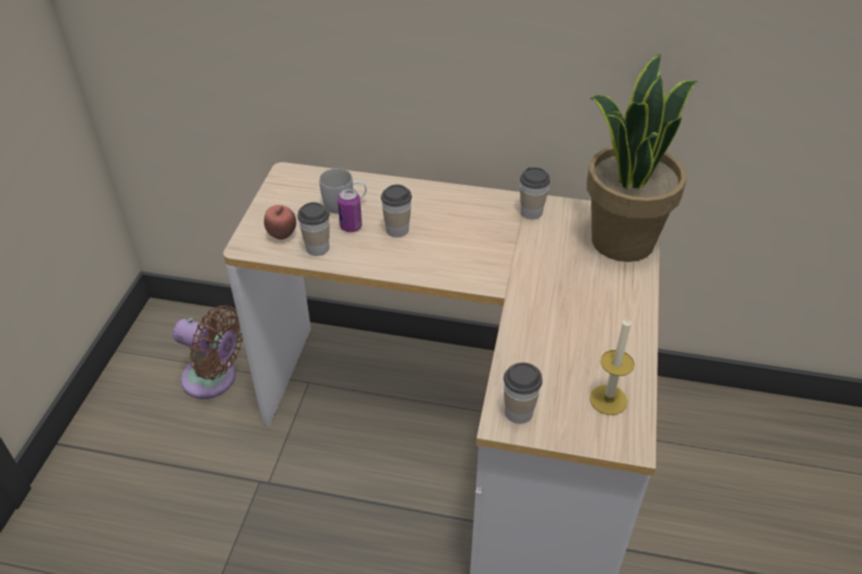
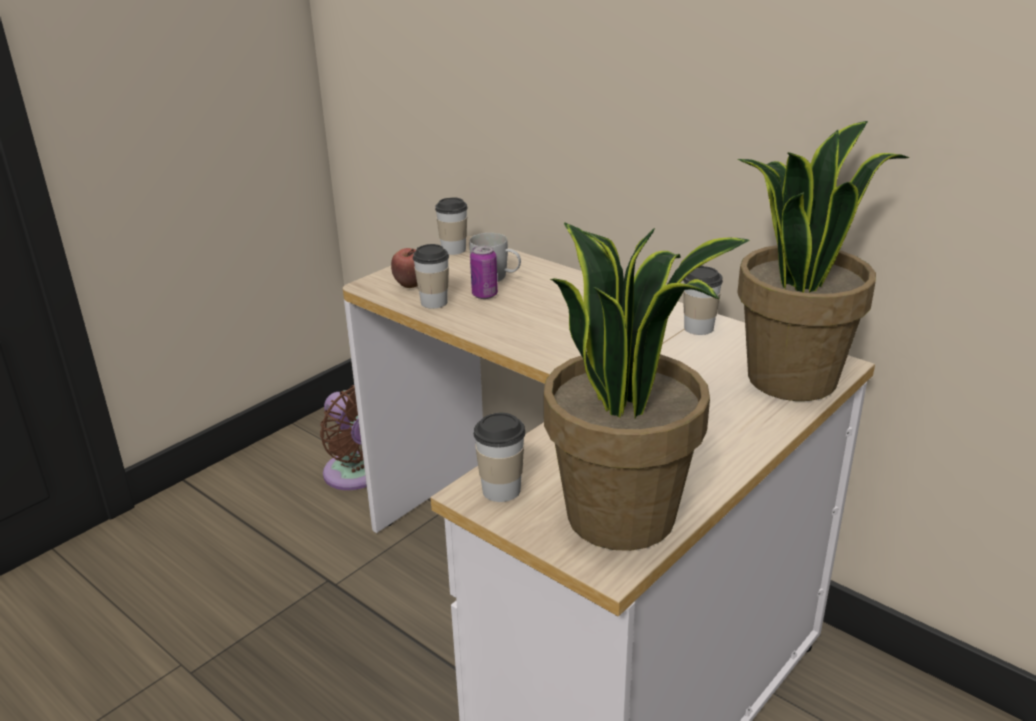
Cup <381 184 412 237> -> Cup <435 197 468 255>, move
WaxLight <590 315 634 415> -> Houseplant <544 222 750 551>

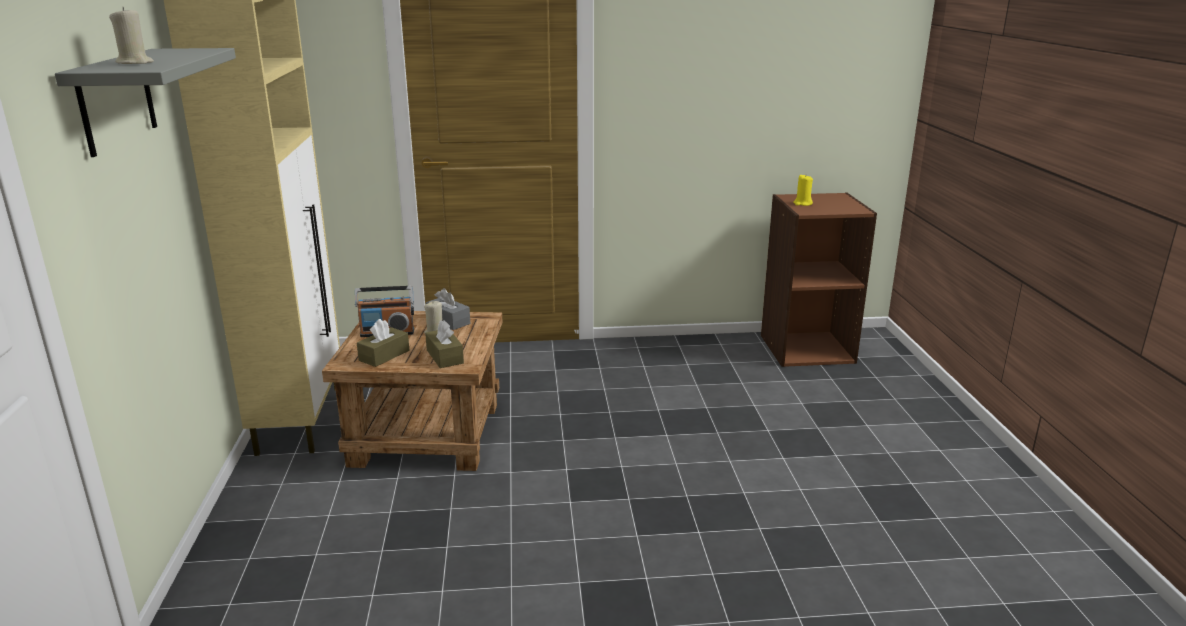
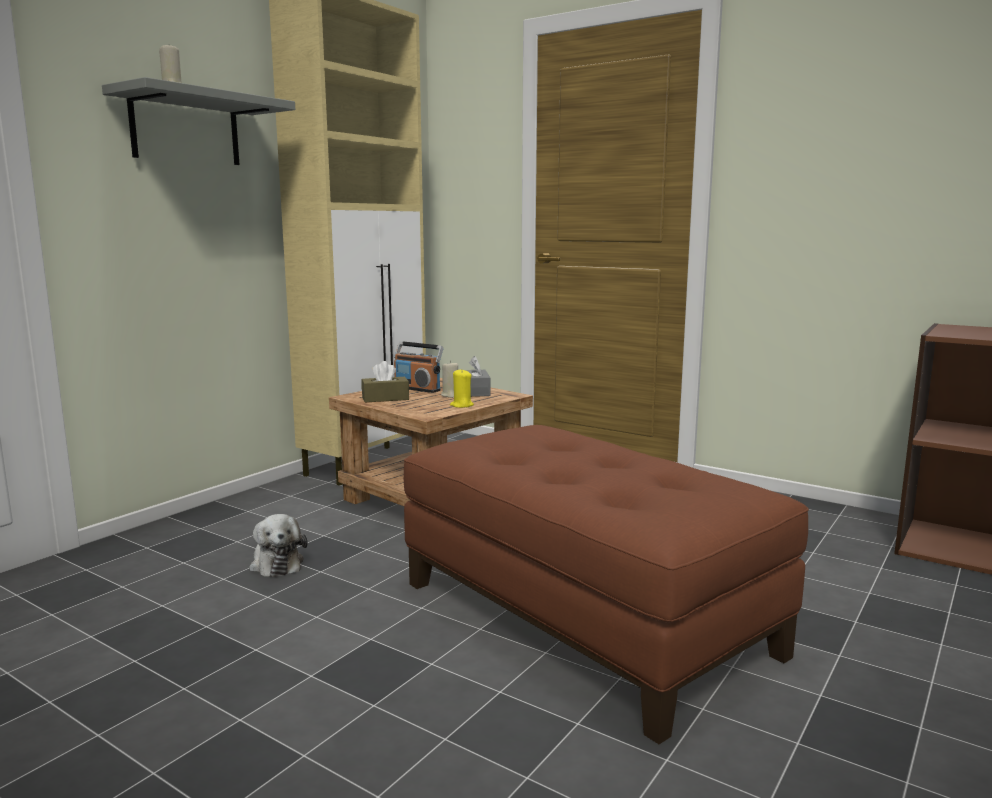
BrownTissueBox <425 321 464 368> -> none
none -> CuddlyToy <249 514 308 577>
none -> BrownOttoman <404 425 809 744>
YellowColouredWaxLight <794 175 813 206> -> YellowColouredWaxLight <450 369 474 408>, move

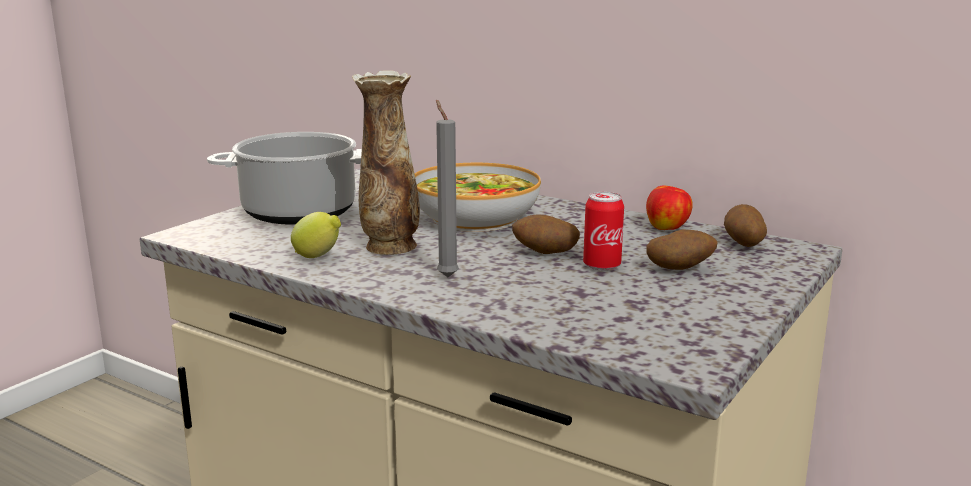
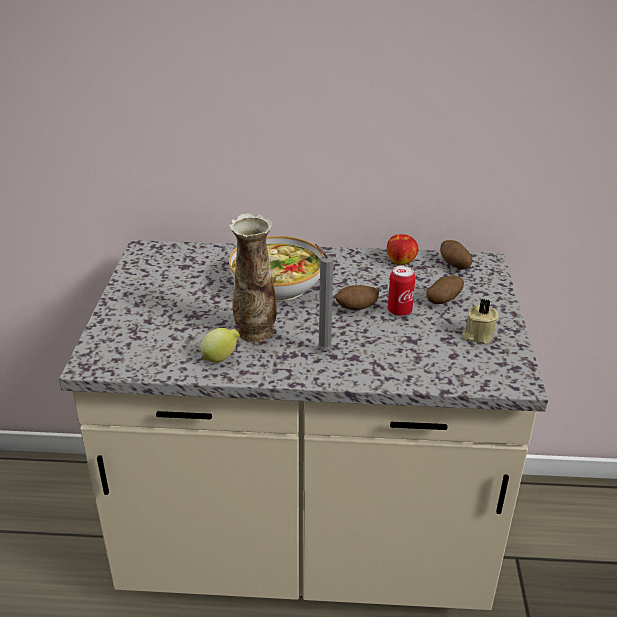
Stockpot <207 132 362 224> -> none
none -> BeigeWaxLight <462 298 498 344>

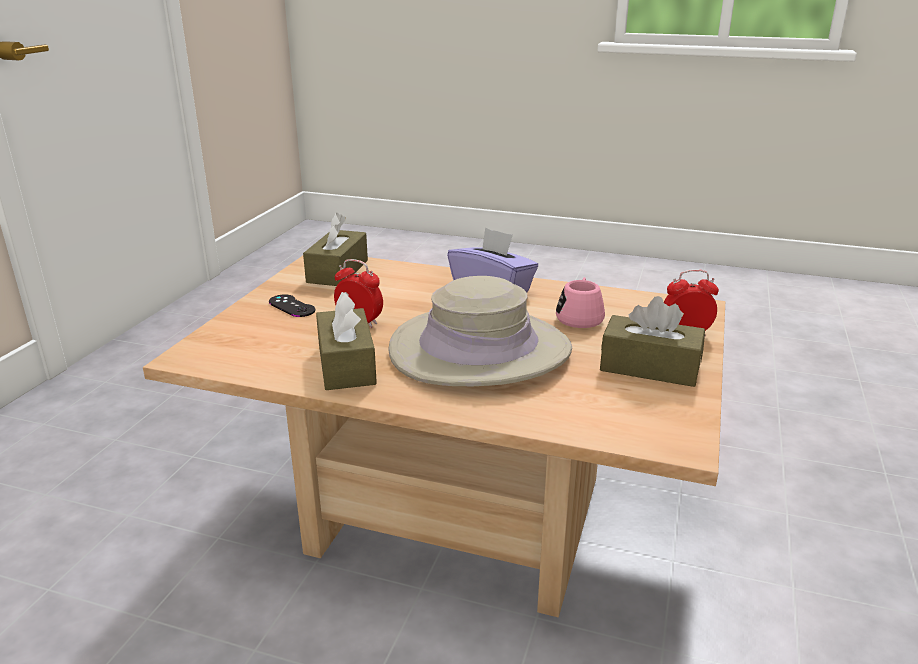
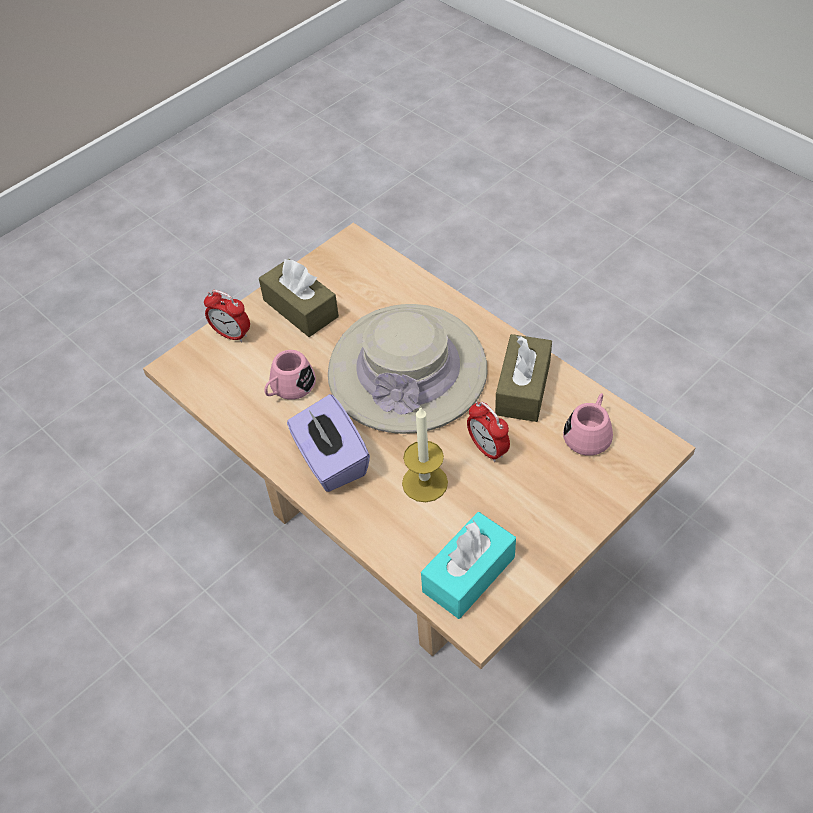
BlackColouredGameController <269 294 315 317> -> none
none -> WaxLight <402 406 448 502>
none -> PinkTeaMug <563 393 613 456>
BrownTissueBox <303 213 368 286> -> BlueGreenTissueBox <421 512 516 619>

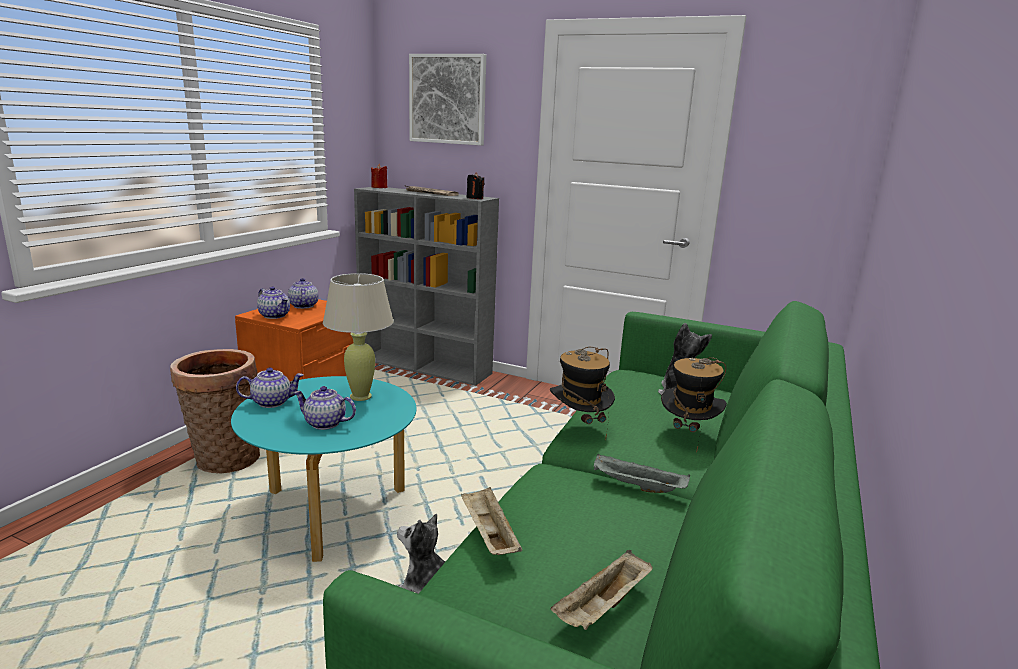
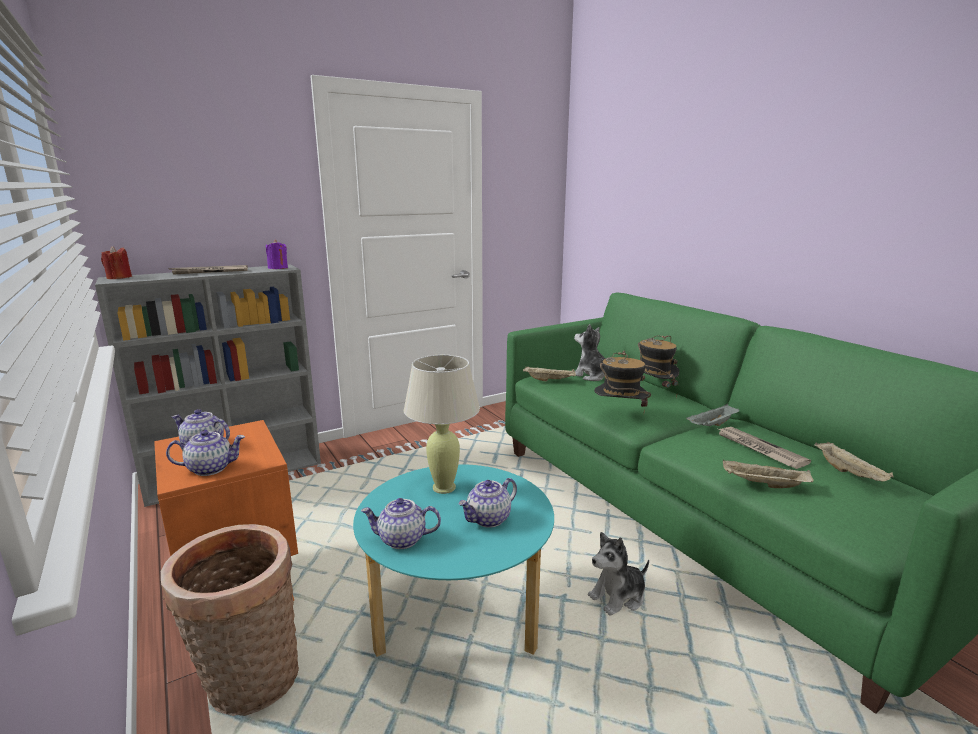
Picture <409 54 486 145> -> none
none -> BeigeServingTray <523 367 576 382>
none -> PrintedPaper <718 427 811 469>
BlackColouredWaxLight <466 173 485 199> -> PurpleColouredWaxLight <266 240 288 269>
Teapot <236 368 304 408> -> Teapot <361 498 441 549>, 105 degrees counterclockwise

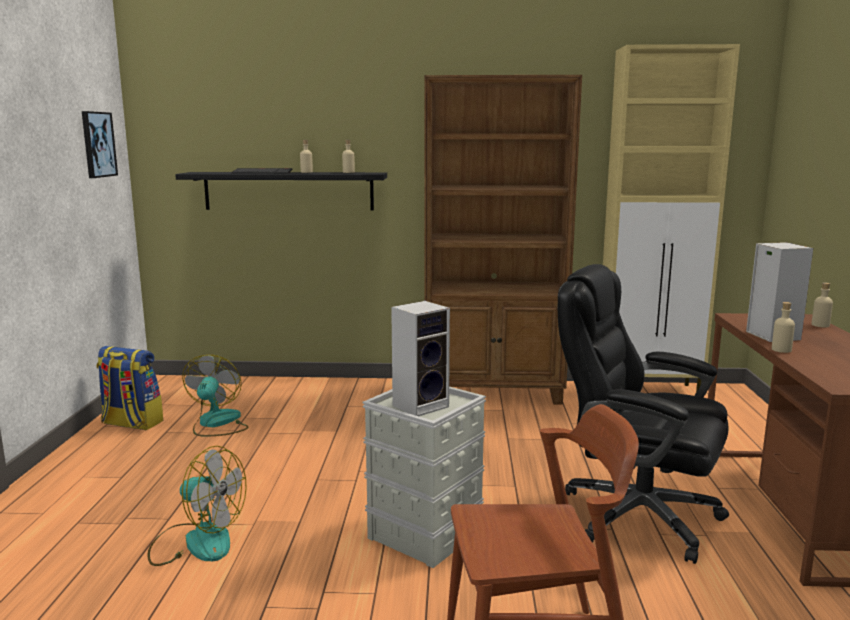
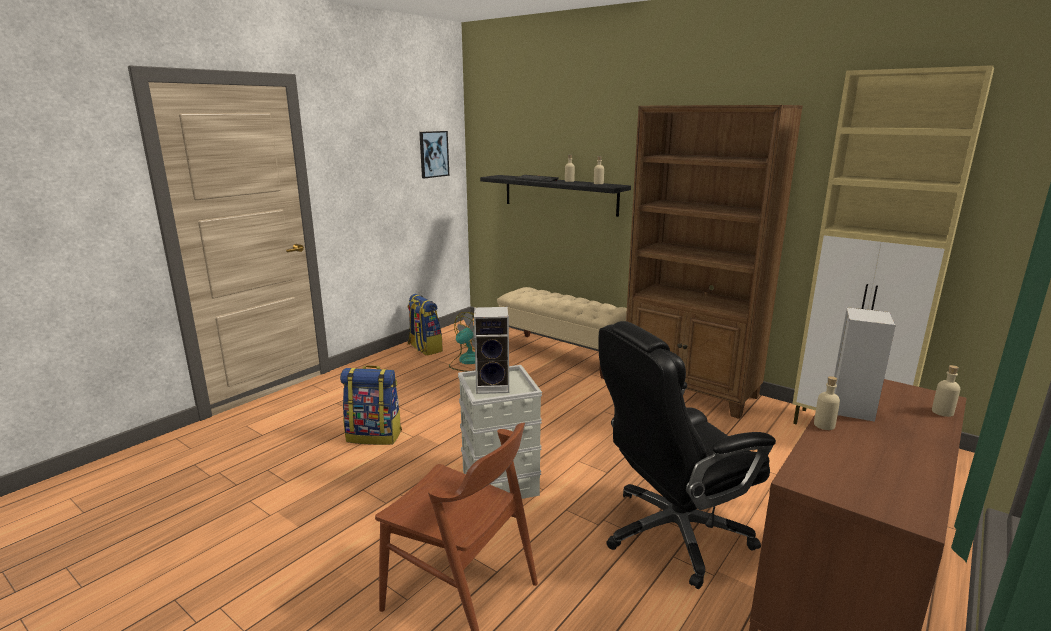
none -> BeigeIndoorBench <497 287 627 379>
ElectricFan <147 446 247 566> -> Backpack <340 365 402 445>
BlackColouredComputerChair <558 264 729 564> -> BlackColouredComputerChair <598 321 776 589>, 90 degrees counterclockwise

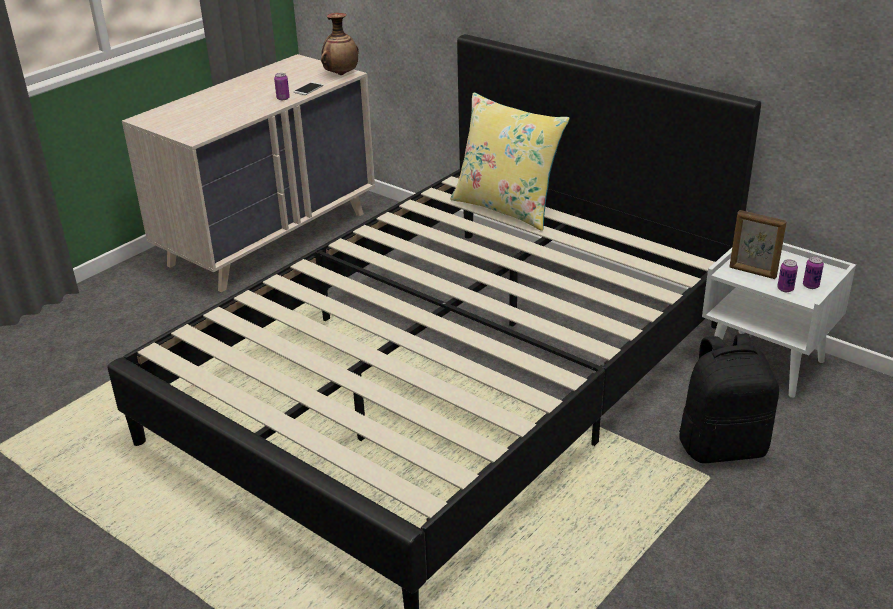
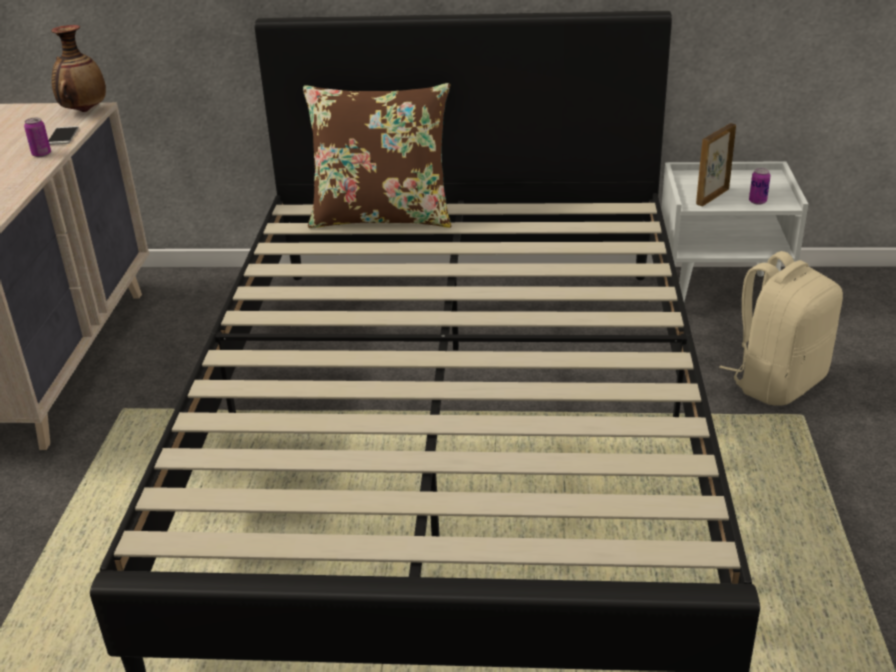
SealedCan <803 256 824 289> -> none
YellowColouredCushion <450 92 570 231> -> BrownCushion <303 83 451 229>
BlackColouredBackpack <679 334 779 463> -> BeigeBackpack <719 251 843 406>
PhotoFrame <730 210 787 279> -> PhotoFrame <696 123 736 206>, 135 degrees clockwise

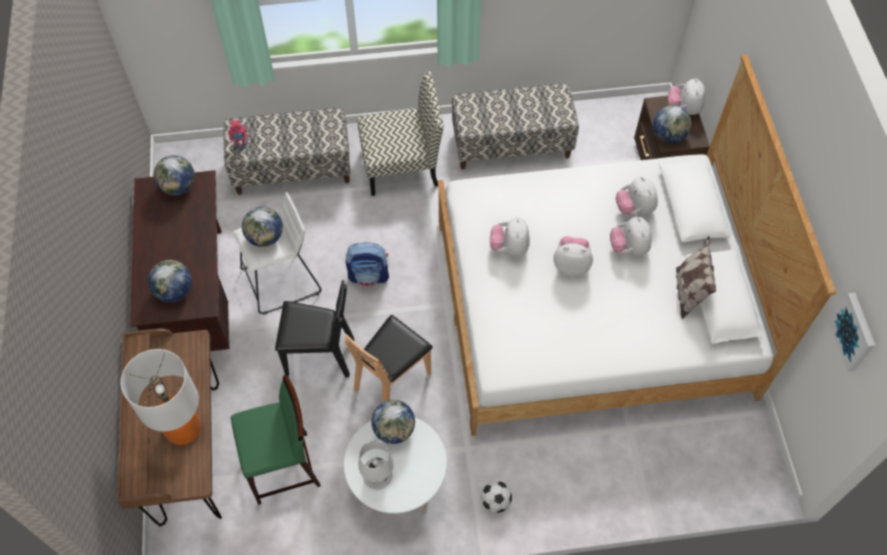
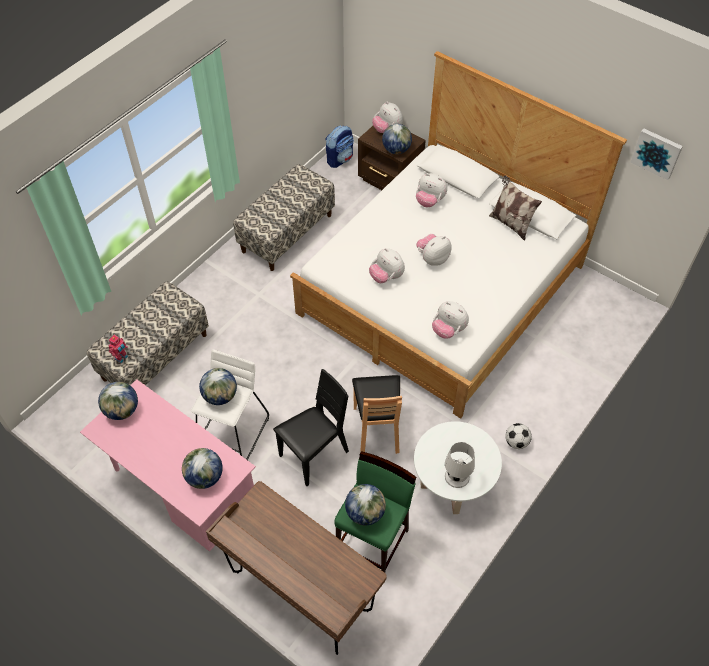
LampForATable <121 349 201 445> -> none
Chair <357 71 444 196> -> none
Backpack <346 242 389 287> -> Backpack <325 126 354 168>, move
Globe <371 400 415 444> -> Globe <345 484 386 525>, move
CuddlyToy <610 217 651 256> -> CuddlyToy <432 301 469 339>, move
BrownDesk <130 170 229 351> -> PinkDesk <80 379 256 552>

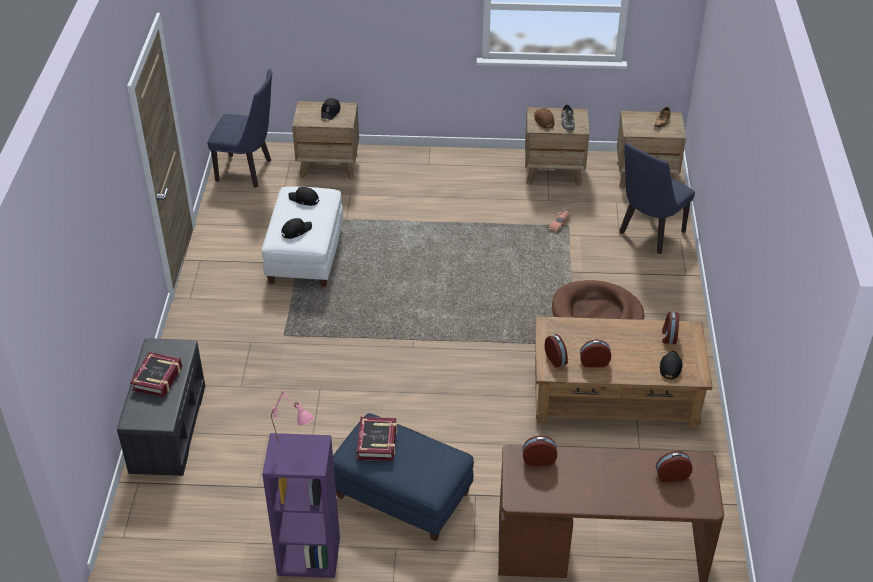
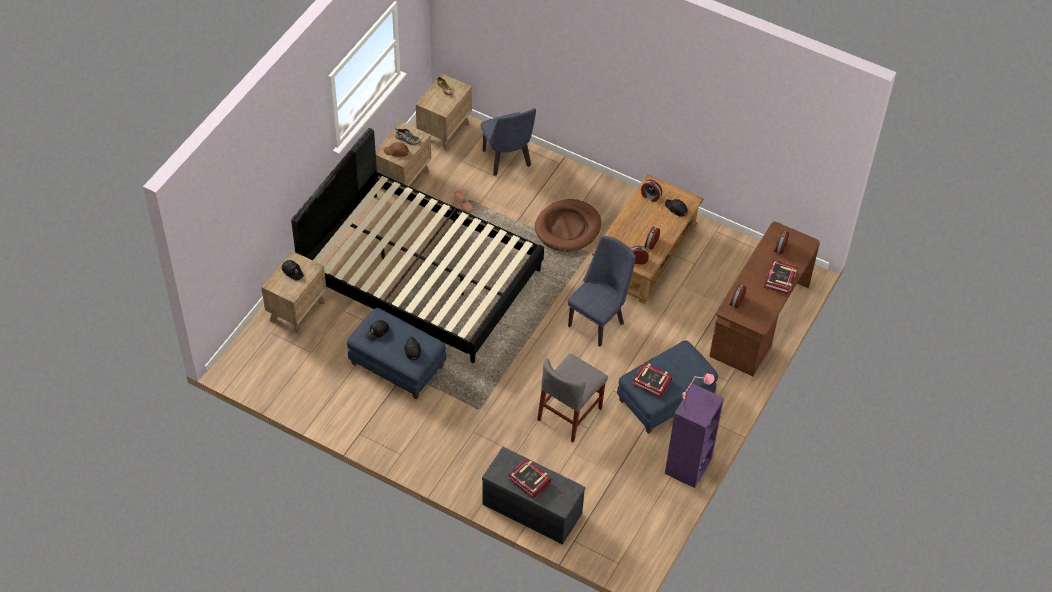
none -> BlackColouredSleepingBed <291 128 544 363>
none -> GreyishChair <537 353 608 442>
none -> Volume <764 260 797 295>
BluishChair <208 69 272 188> -> BluishChair <568 236 636 347>, move
WhiteColouredOttoman <262 186 343 287> -> BluishOttoman <347 308 446 399>

